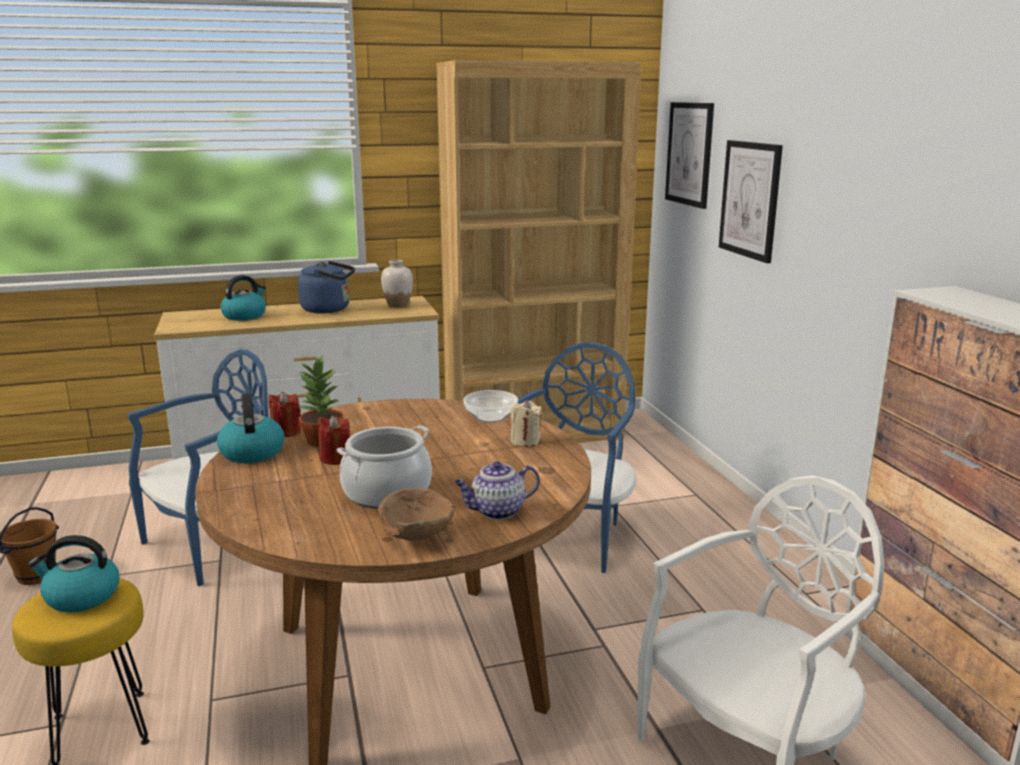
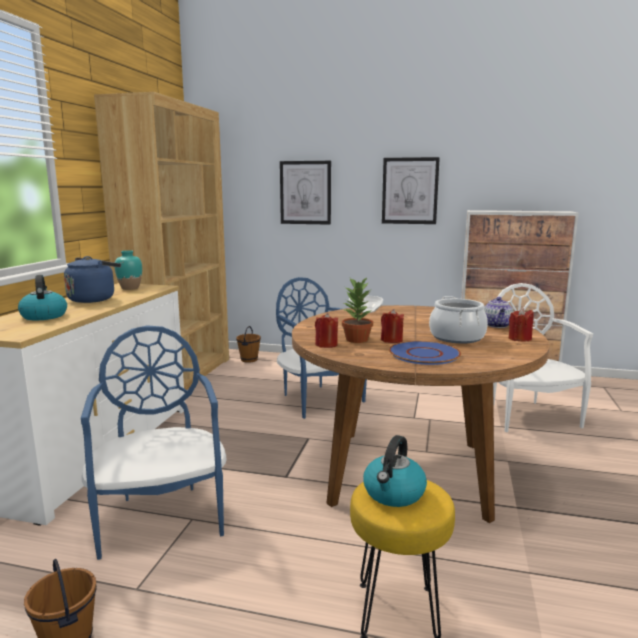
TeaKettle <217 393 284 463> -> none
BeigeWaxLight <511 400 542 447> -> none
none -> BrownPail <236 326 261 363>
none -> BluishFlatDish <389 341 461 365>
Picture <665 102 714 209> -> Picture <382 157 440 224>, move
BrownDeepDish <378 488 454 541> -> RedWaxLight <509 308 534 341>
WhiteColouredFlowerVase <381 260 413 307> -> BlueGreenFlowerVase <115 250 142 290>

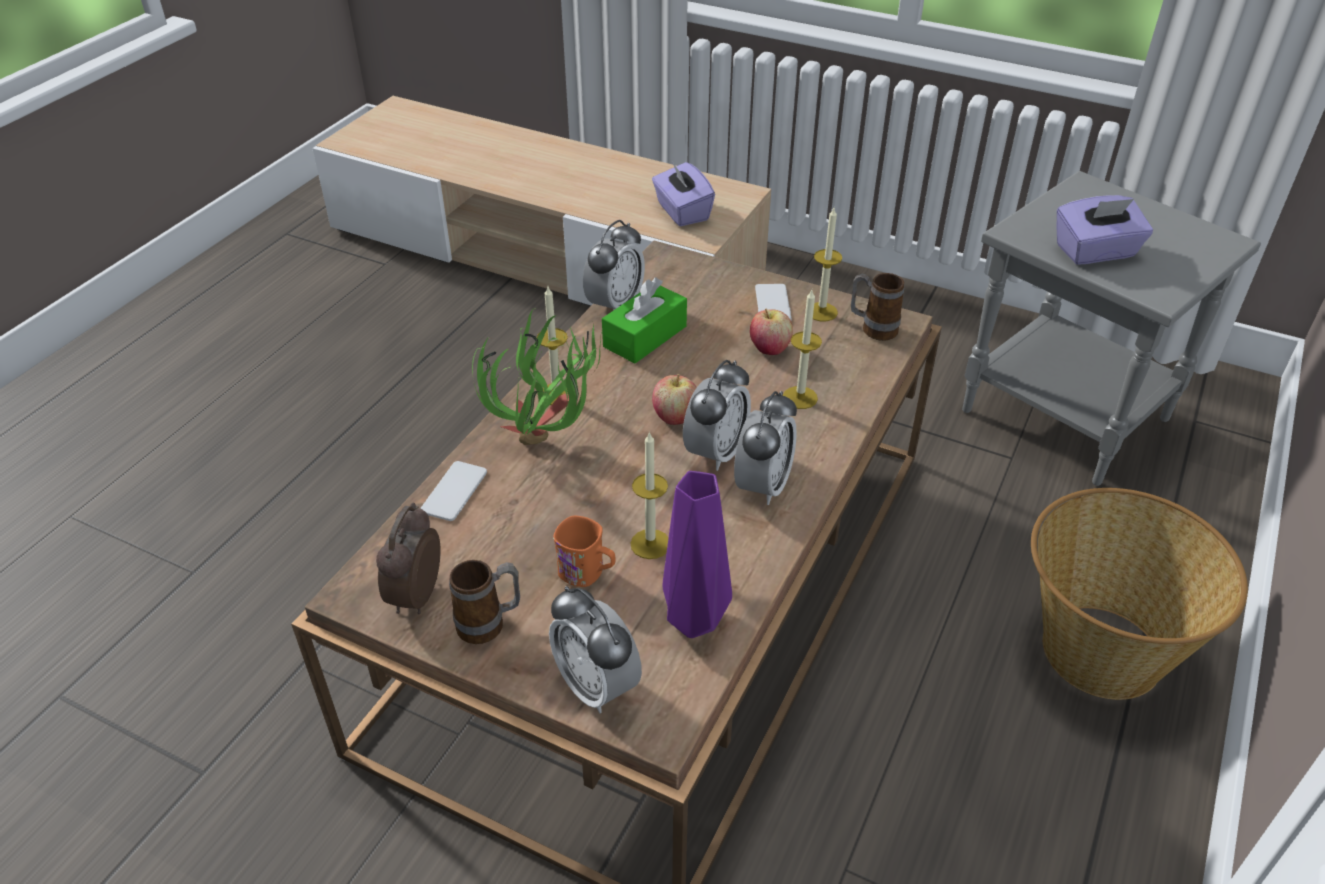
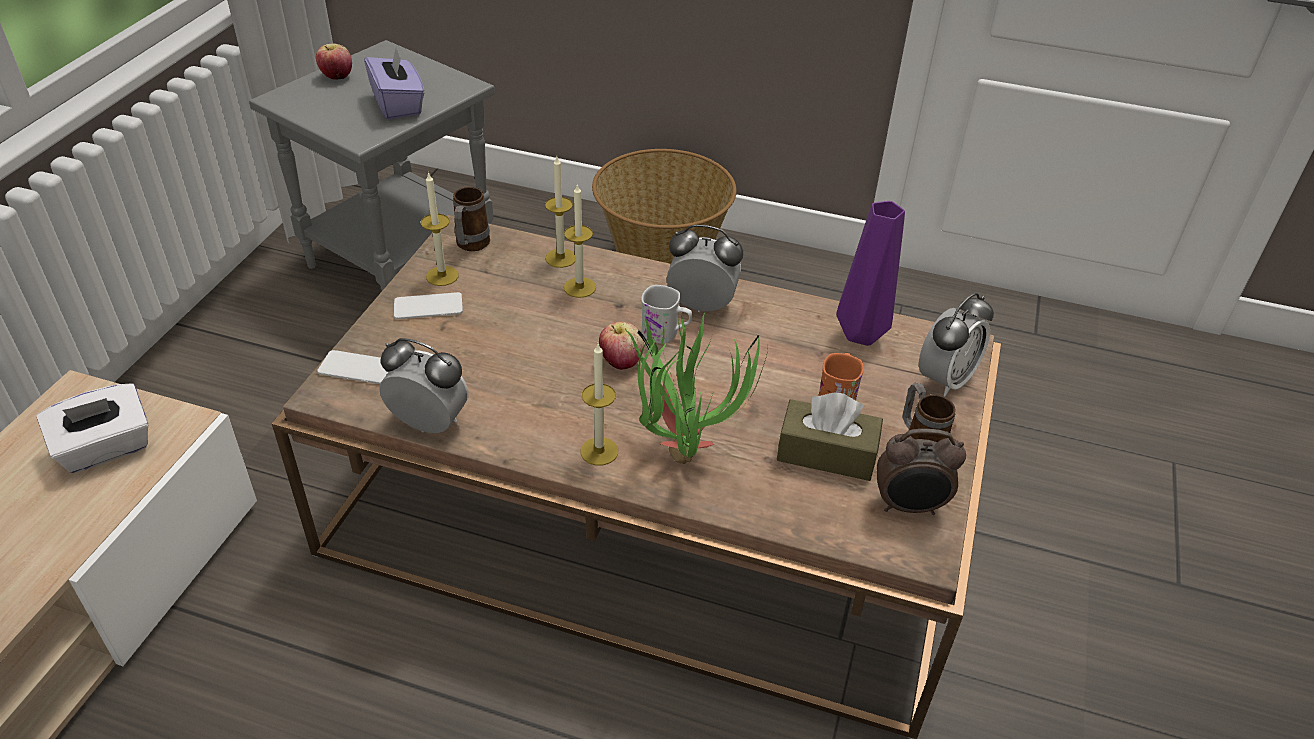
GreenishTissueBox <602 278 687 363> -> none
none -> BrownTissueBox <777 393 883 481>
Phone <420 461 487 521> -> Phone <317 350 388 384>, move
WaxLight <630 431 669 559> -> WaxLight <545 157 575 268>, move
WholeApple <750 309 793 355> -> WholeApple <316 43 352 79>, move
TableClock <683 360 751 471> -> WhiteColouredTeaMug <641 285 692 343>
PurpleColouredTissueBox <652 161 715 226> -> WhiteColouredTissueBox <36 383 149 473>

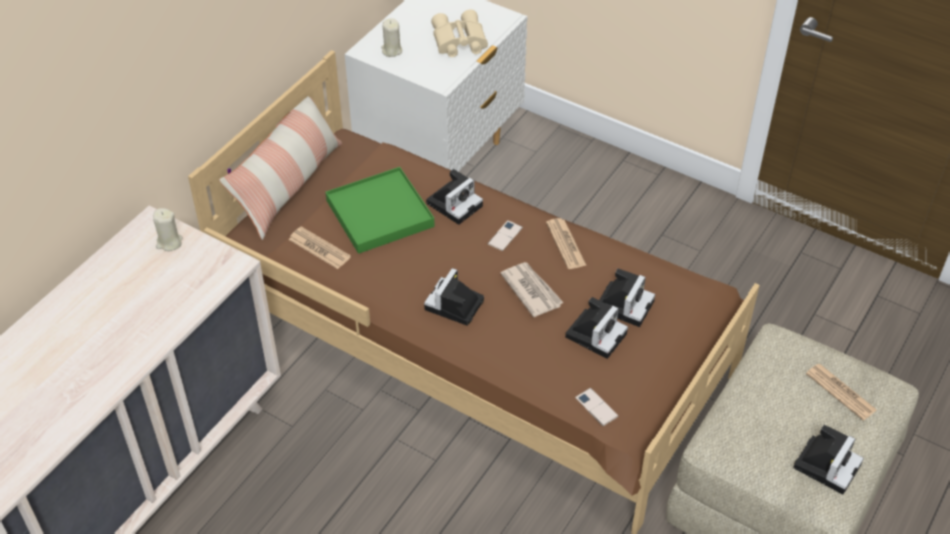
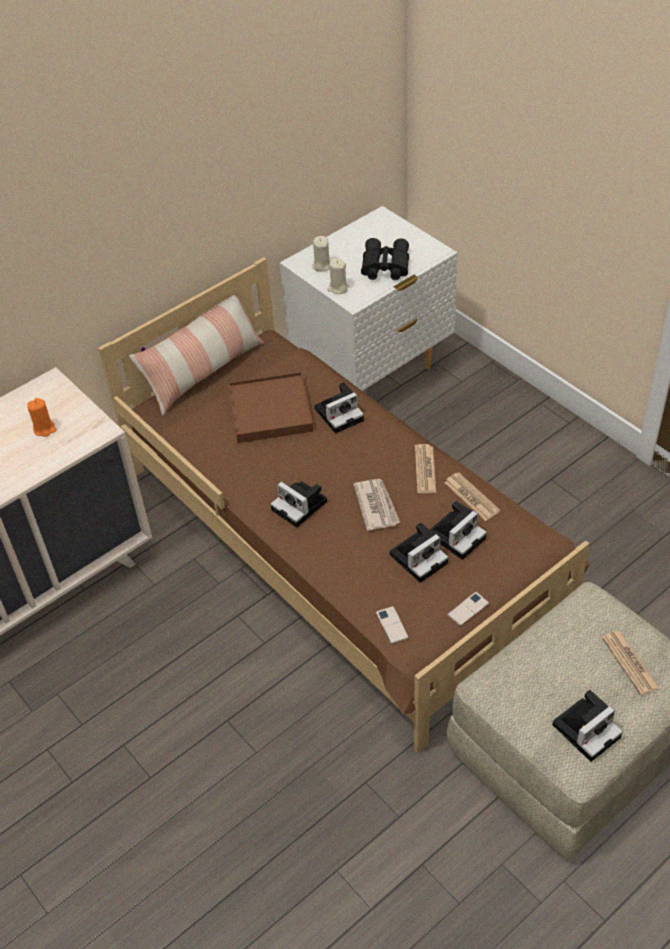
none -> OrangeColouredWaxLight <27 398 57 437>
BeigeWaxLight <153 208 183 251> -> BeigeWaxLight <327 258 349 294>, move
PrintedPaper <289 226 351 269> -> PrintedPaper <444 472 500 521>, move
Phone <488 220 523 251> -> Phone <447 592 489 626>, move
GreenishServingTray <326 167 435 254> -> BrownServingTray <228 372 313 443>
BeigePairOfBinoculars <431 10 488 57> -> BlackColouredPairOfBinoculars <361 238 409 280>
PhotoCamera <424 268 484 326> -> PhotoCamera <270 481 327 527>, 90 degrees counterclockwise

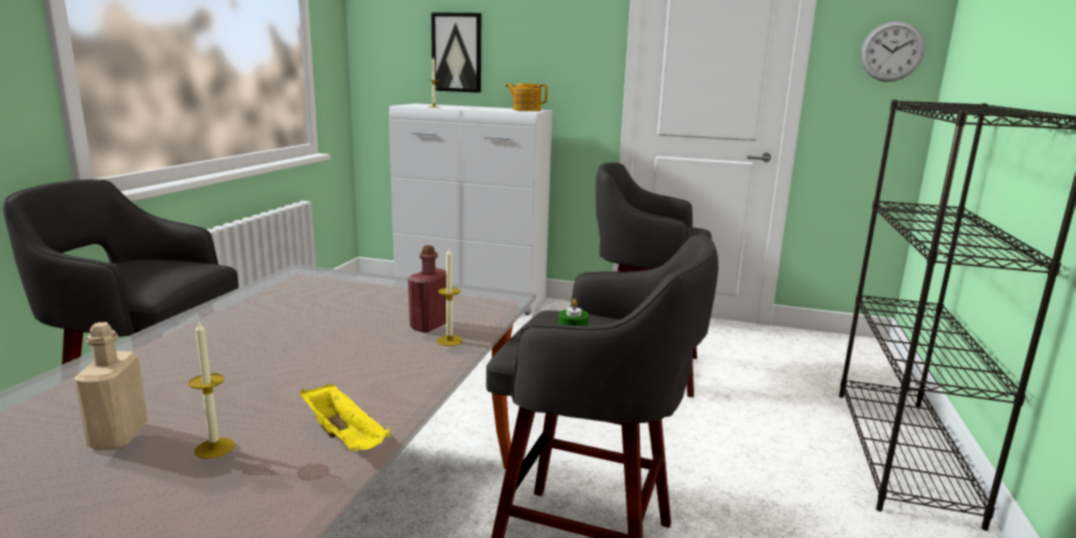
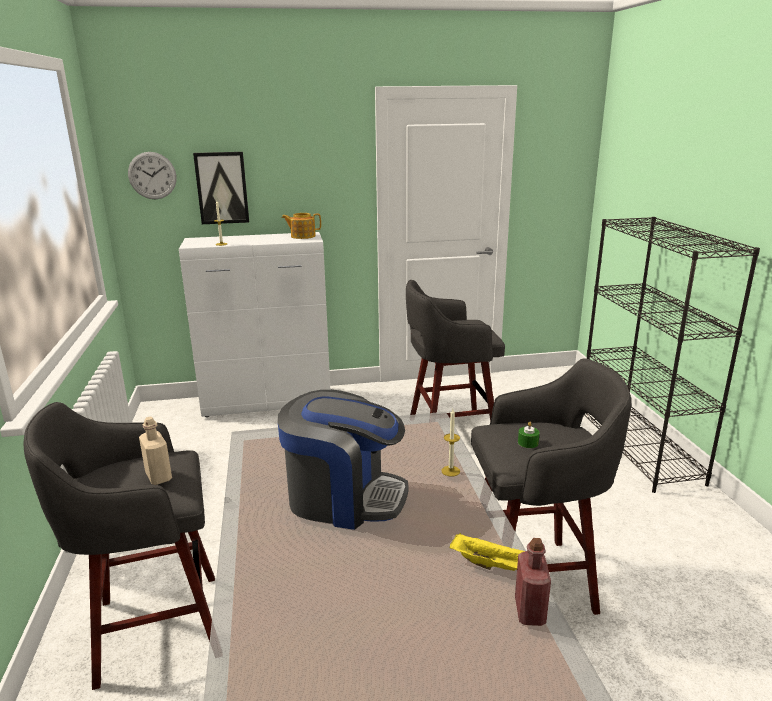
WaxLight <189 322 235 459> -> none
none -> CoffeeMachine <278 390 408 530>
BeigeBeverageBottle <74 322 148 450> -> BeigeBeverageBottle <139 417 172 485>, move
RedBeverageBottle <408 245 447 333> -> RedBeverageBottle <515 538 551 626>, move
HangingClock <861 21 925 82> -> HangingClock <128 152 176 199>, move

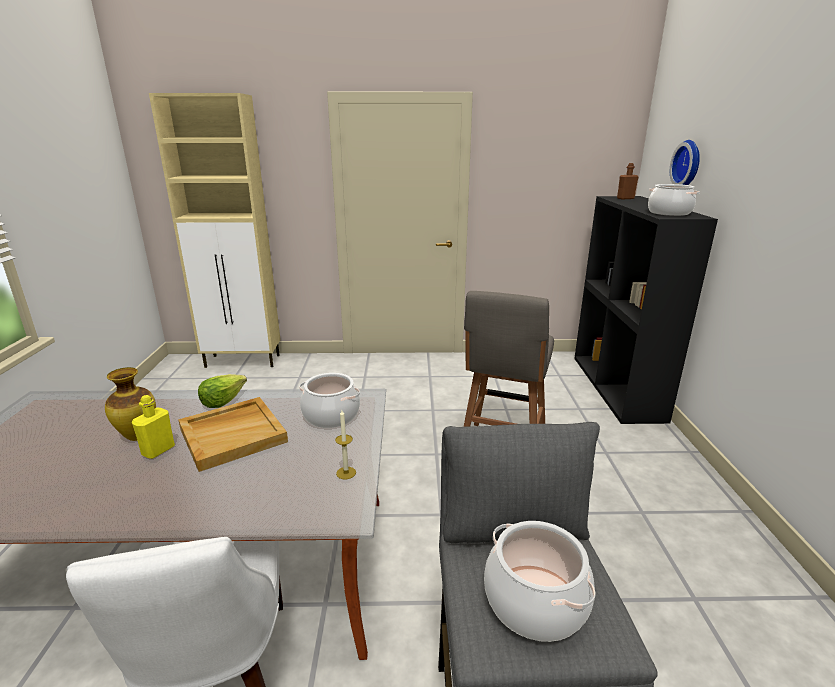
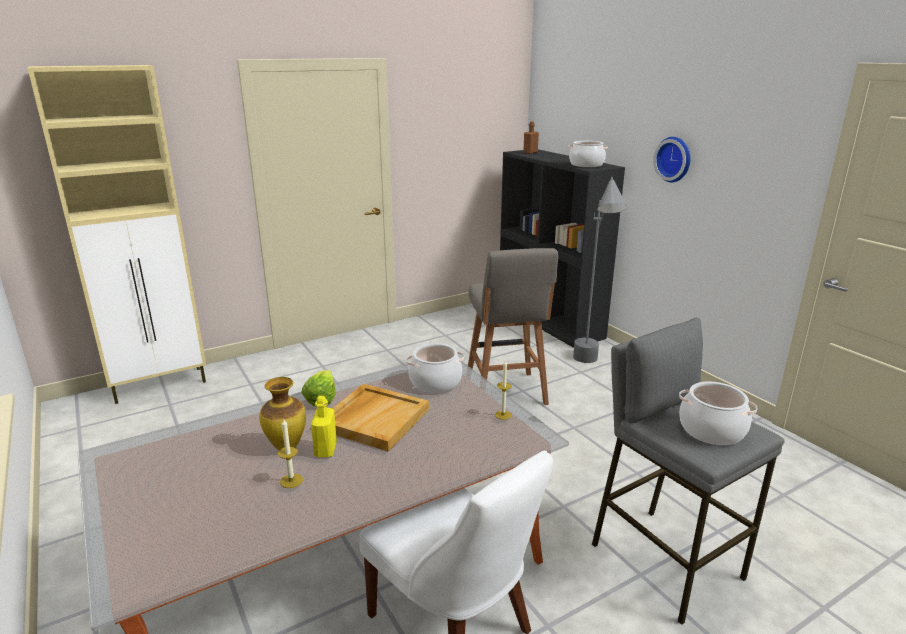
none -> WaxLight <278 419 303 488>
none -> GreyishStandardLamp <573 177 627 363>
HangingClock <670 140 700 185> -> HangingClock <653 137 690 182>, move

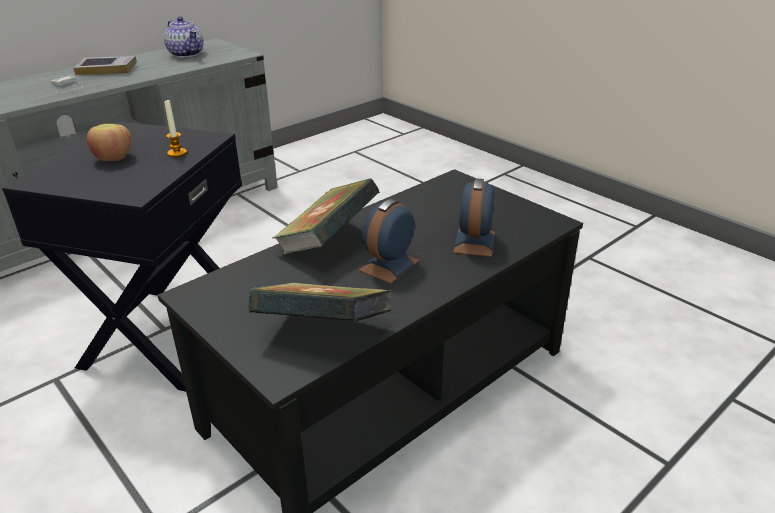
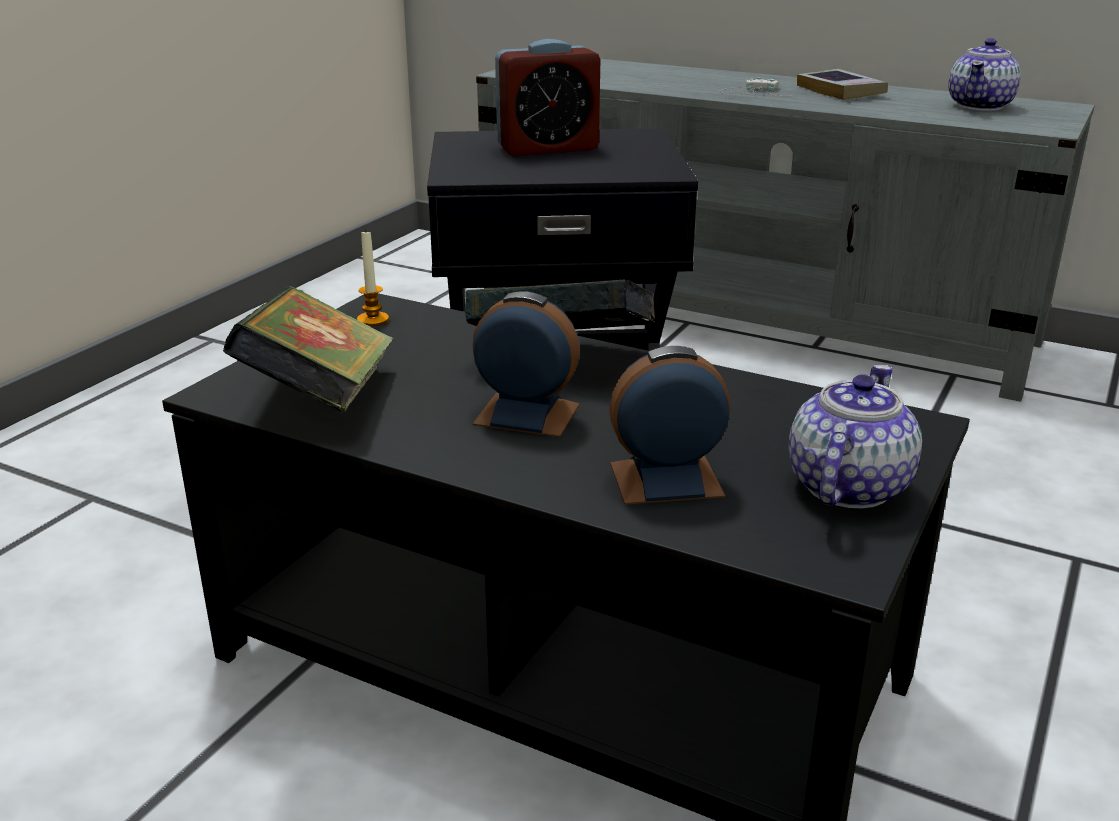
none -> Teapot <789 364 922 509>
WaxLight <164 99 187 157> -> WaxLight <357 229 389 326>, move
WholeApple <87 124 131 161> -> TableClock <495 39 600 157>

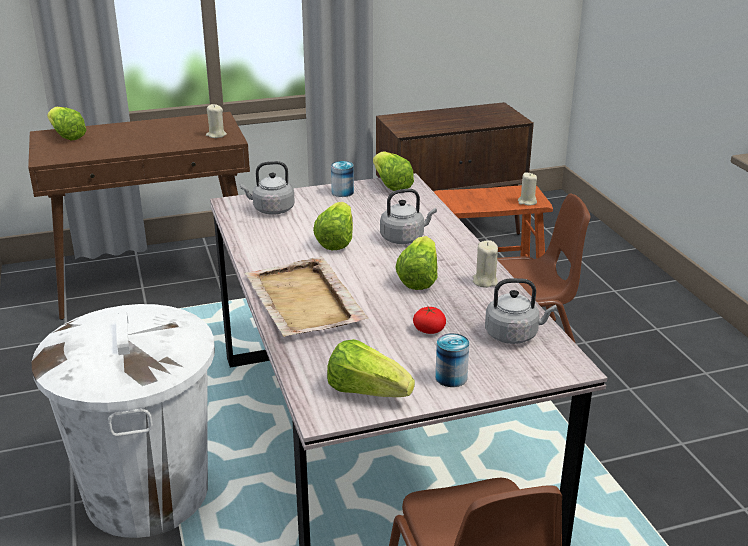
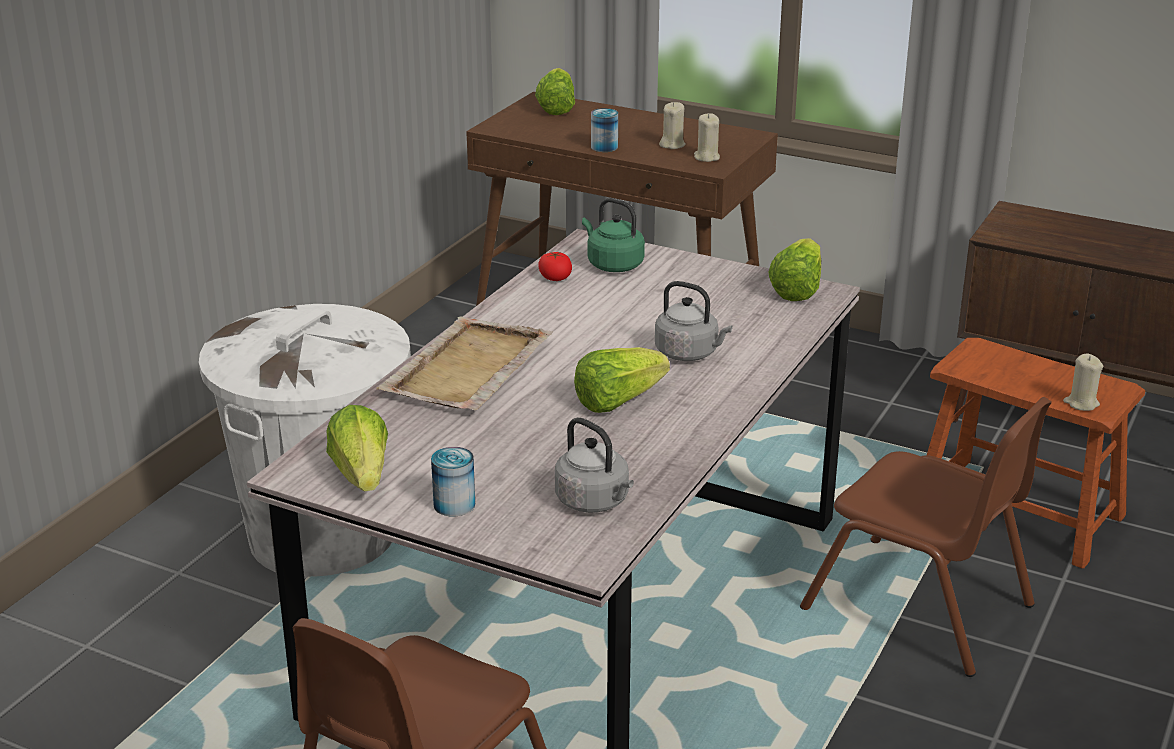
HeadOfLettuce <313 202 353 250> -> none
SealedCan <331 161 354 197> -> SealedCan <591 108 618 152>, move
WholeTomato <413 307 446 334> -> WholeTomato <538 252 572 281>, move
BeigeWaxLight <473 240 498 288> -> BeigeWaxLight <659 102 686 149>, move
GreyishTeaKettle <240 161 295 215> -> GreenishTeaKettle <582 198 645 272>

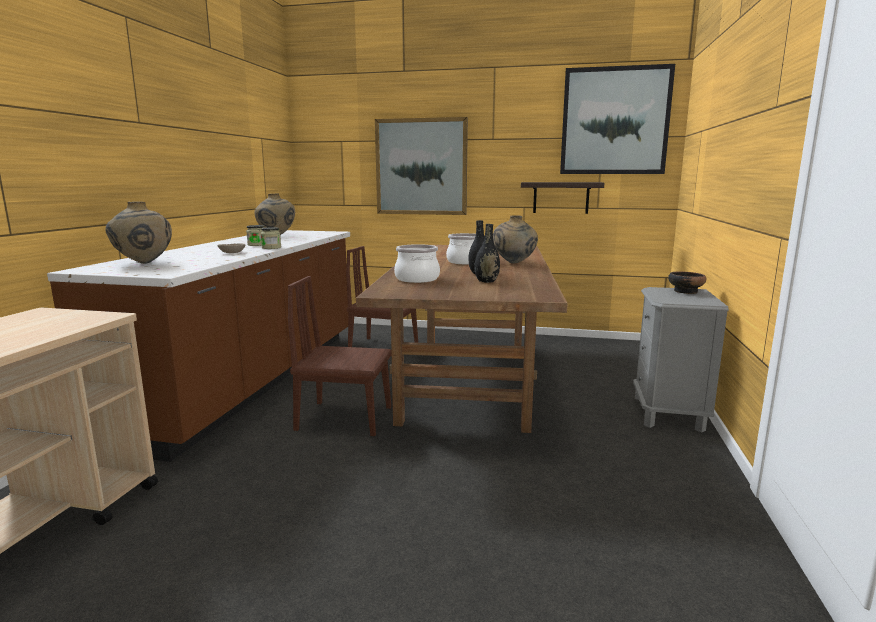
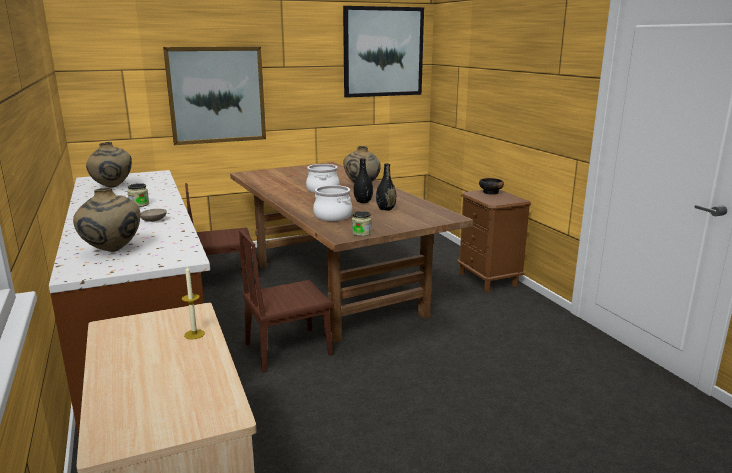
WallShelf <521 182 604 214> -> none
none -> WaxLight <182 266 205 339>
PreserveJar <261 227 281 249> -> PreserveJar <352 211 372 236>, move
GreyishBedsideTable <633 287 729 432> -> BrownBedsideTable <457 189 531 292>

